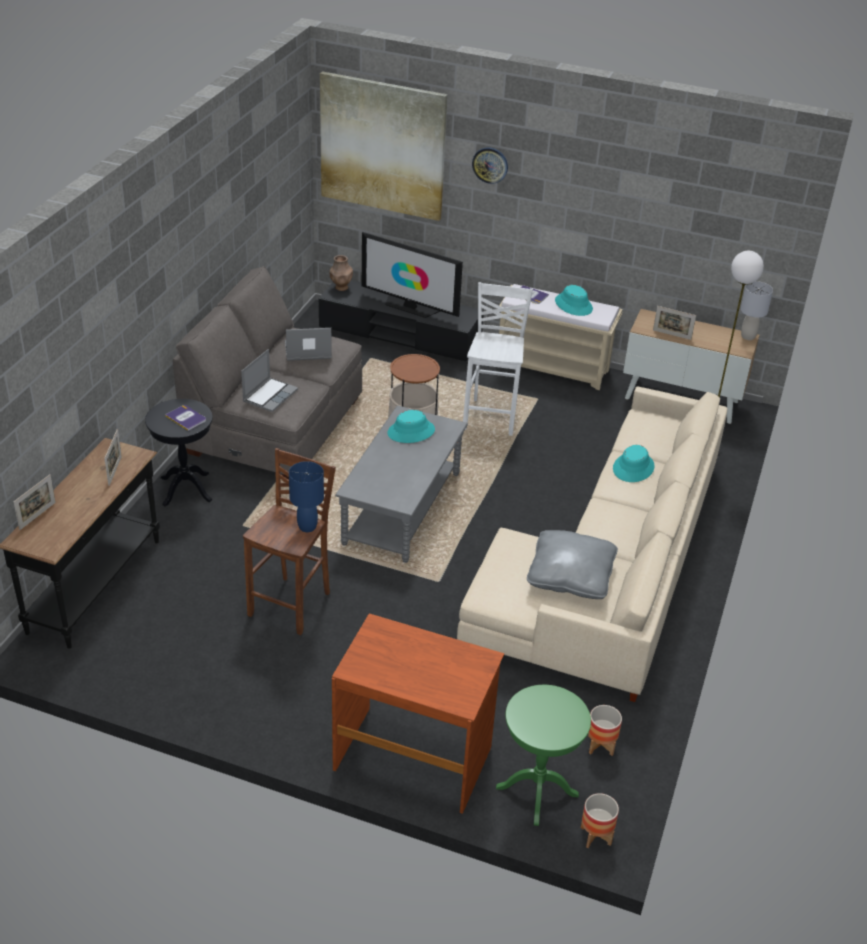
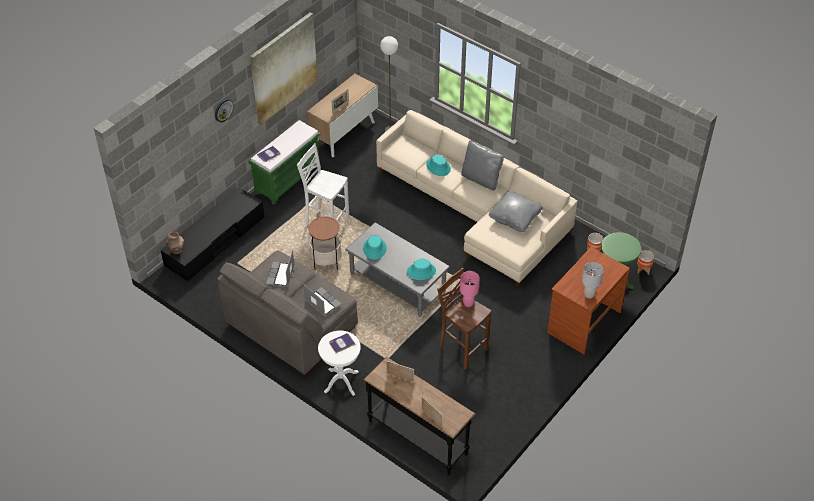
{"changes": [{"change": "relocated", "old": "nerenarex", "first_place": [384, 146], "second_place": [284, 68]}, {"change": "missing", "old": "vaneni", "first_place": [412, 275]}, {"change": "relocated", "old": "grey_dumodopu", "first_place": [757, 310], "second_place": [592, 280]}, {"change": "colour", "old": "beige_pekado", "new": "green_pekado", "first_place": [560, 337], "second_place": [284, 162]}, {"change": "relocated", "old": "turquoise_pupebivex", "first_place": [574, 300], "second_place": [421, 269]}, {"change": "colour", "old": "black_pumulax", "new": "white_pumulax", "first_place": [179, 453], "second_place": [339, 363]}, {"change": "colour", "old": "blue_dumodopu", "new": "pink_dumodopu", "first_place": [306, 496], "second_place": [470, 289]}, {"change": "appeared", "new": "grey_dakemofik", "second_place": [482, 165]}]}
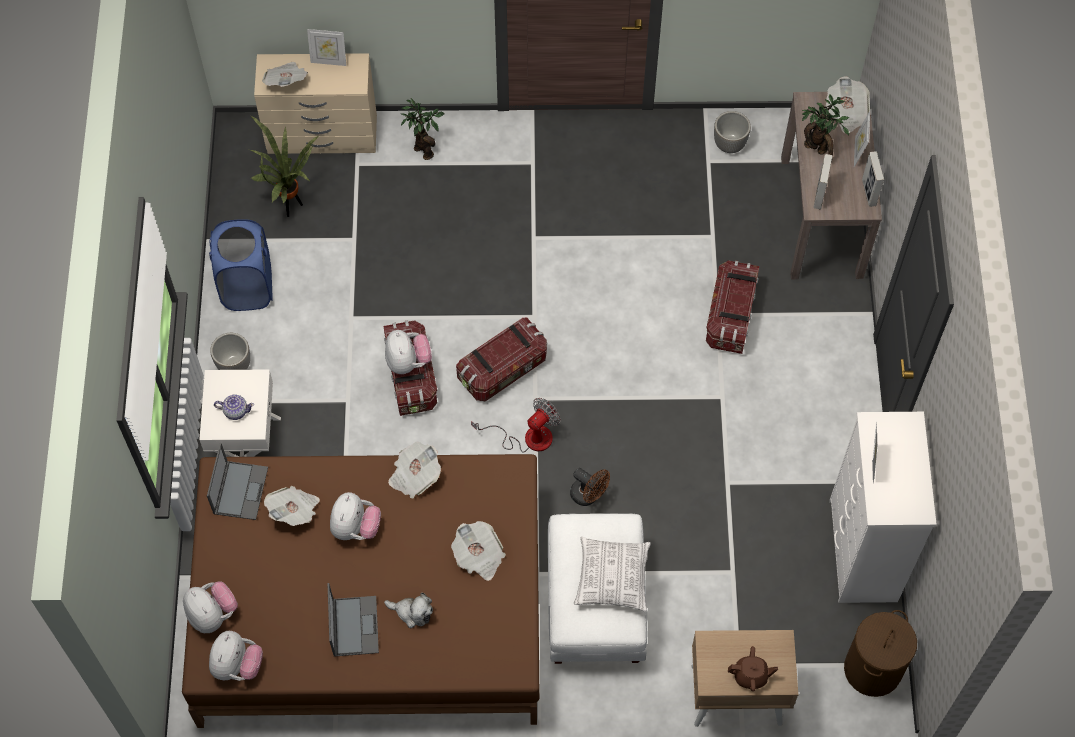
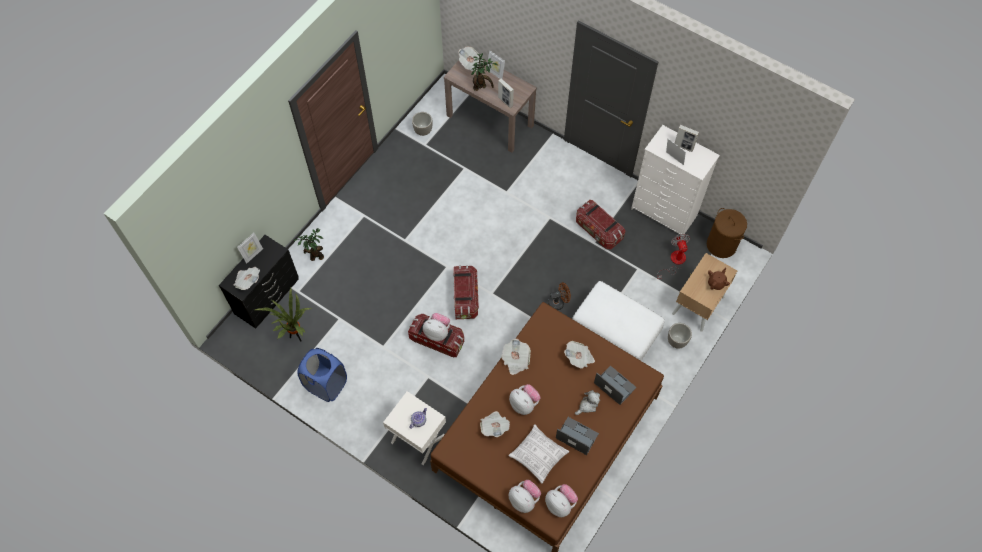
{"changes": [{"change": "colour", "old": "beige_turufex", "new": "black_turufex", "first_place": [315, 103], "second_place": [259, 282]}, {"change": "relocated", "old": "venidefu", "first_place": [873, 179], "second_place": [687, 138]}, {"change": "relocated", "old": "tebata", "first_place": [732, 307], "second_place": [600, 224]}, {"change": "relocated", "old": "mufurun", "first_place": [230, 351], "second_place": [680, 336]}, {"change": "relocated", "old": "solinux", "first_place": [516, 425], "second_place": [673, 256]}, {"change": "relocated", "old": "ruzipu", "first_place": [237, 481], "second_place": [615, 385]}, {"change": "relocated", "old": "dakemofik", "first_place": [612, 574], "second_place": [538, 454]}, {"change": "spun", "old": "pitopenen", "first_place": [210, 607], "second_place": [525, 496], "degrees": 45}]}
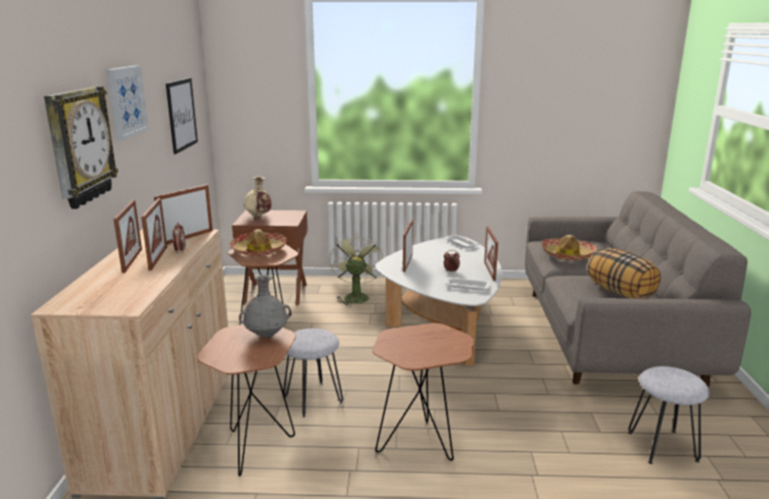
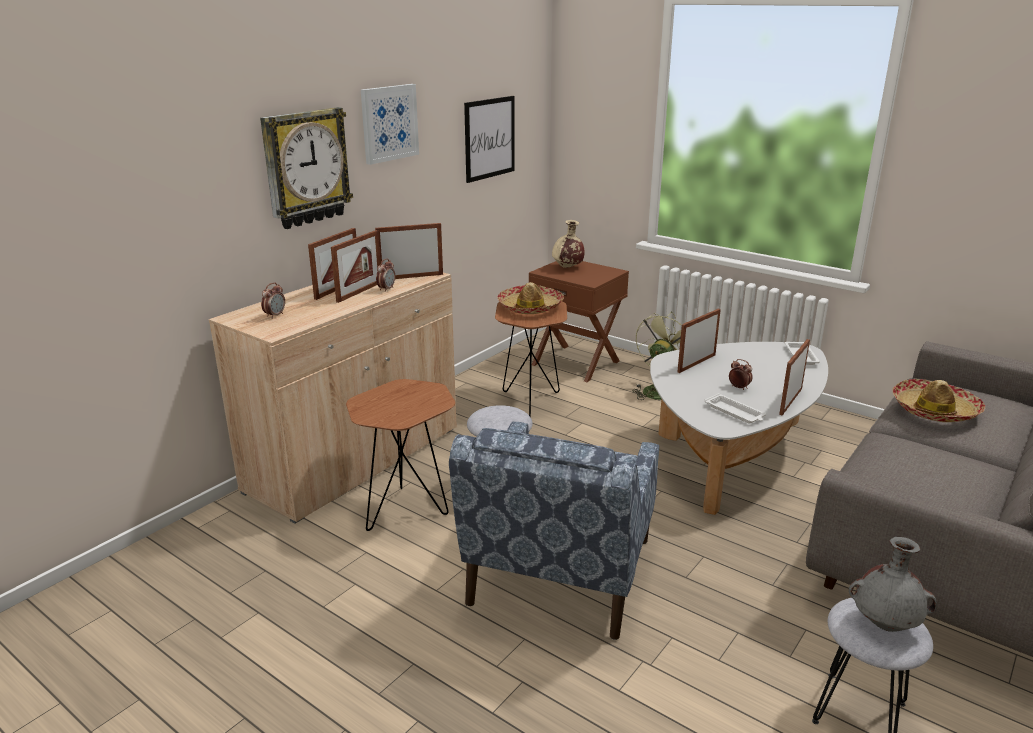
{"changes": [{"change": "missing", "old": "dakemofik", "first_place": [624, 273]}, {"change": "relocated", "old": "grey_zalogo", "first_place": [265, 306], "second_place": [893, 584]}, {"change": "exchanged", "old": "brown_pumulax", "new": "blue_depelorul", "first_place": [423, 392], "second_place": [554, 530]}, {"change": "appeared", "new": "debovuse", "second_place": [273, 301]}]}
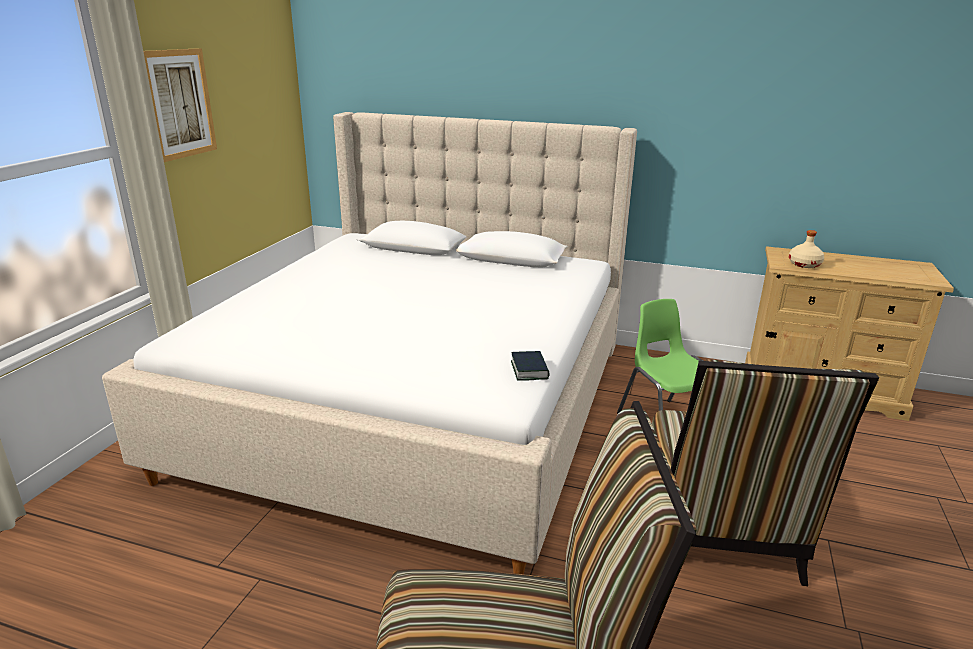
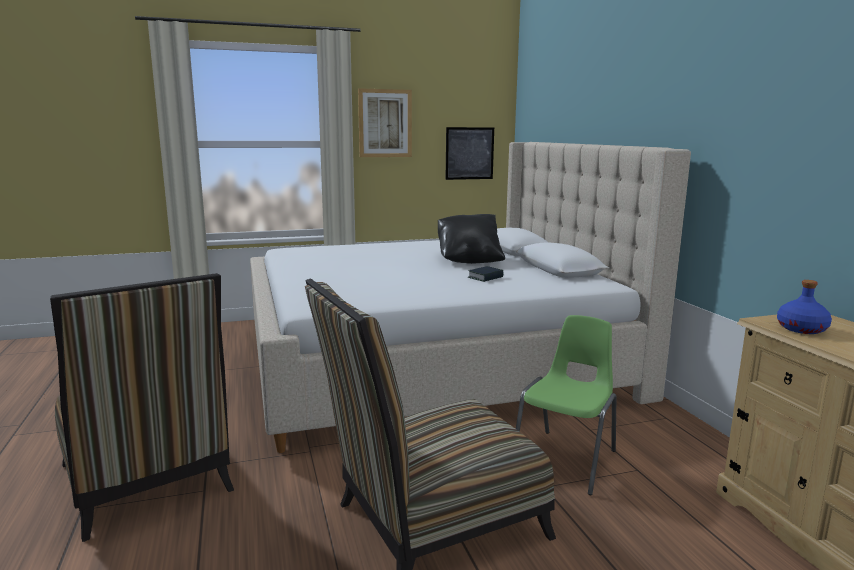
{"changes": [{"change": "colour", "old": "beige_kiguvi", "new": "blue_kiguvi", "first_place": [806, 249], "second_place": [804, 307]}, {"change": "relocated", "old": "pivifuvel", "first_place": [530, 366], "second_place": [486, 274]}, {"change": "appeared", "new": "nerenarex", "second_place": [469, 153]}, {"change": "appeared", "new": "black_dakemofik", "second_place": [471, 239]}]}
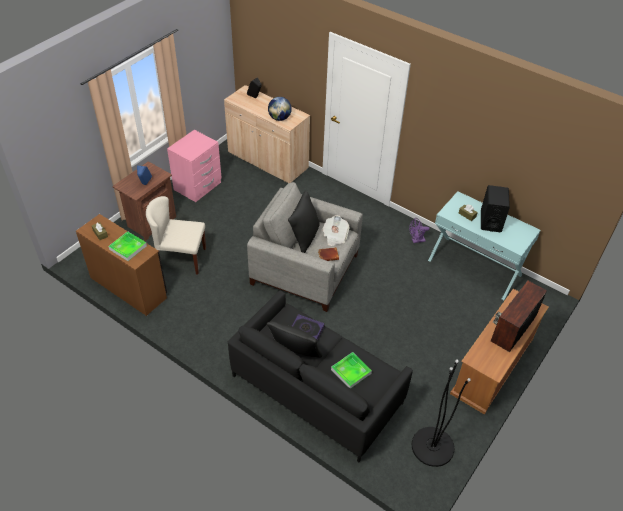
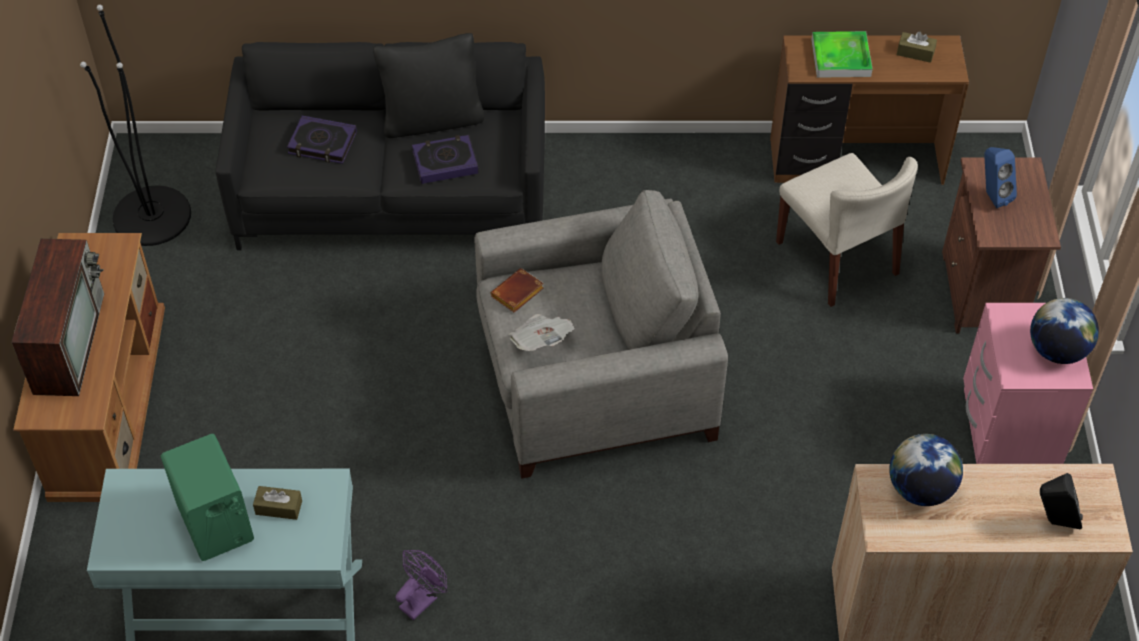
{"changes": [{"change": "colour", "old": "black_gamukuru", "new": "green_gamukuru", "first_place": [495, 208], "second_place": [207, 497]}, {"change": "missing", "old": "black_dakemofik", "first_place": [303, 222]}, {"change": "spun", "old": "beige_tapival", "first_place": [176, 235], "second_place": [847, 230], "degrees": 90}, {"change": "exchanged", "old": "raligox", "new": "pivifuvel", "first_place": [351, 370], "second_place": [322, 140]}, {"change": "appeared", "new": "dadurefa", "second_place": [1064, 331]}]}
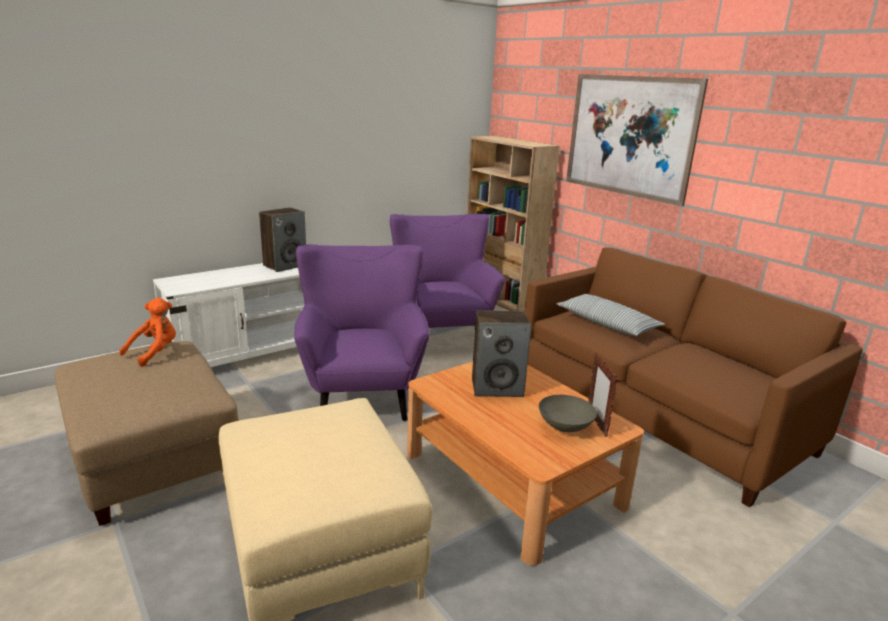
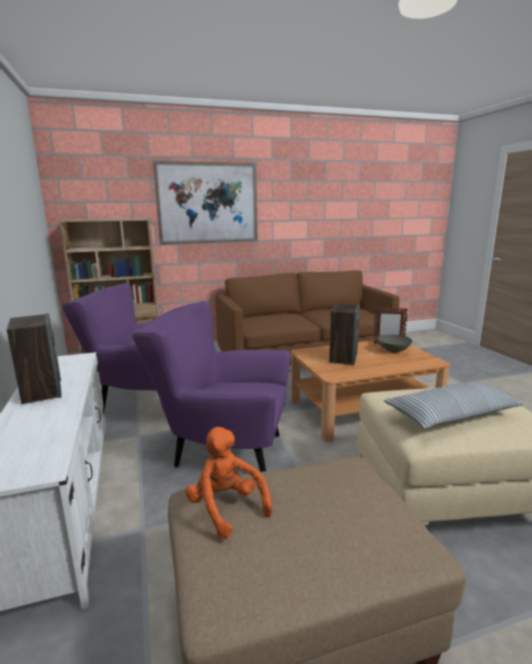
{"changes": [{"change": "relocated", "old": "dakemofik", "first_place": [611, 315], "second_place": [454, 405]}]}
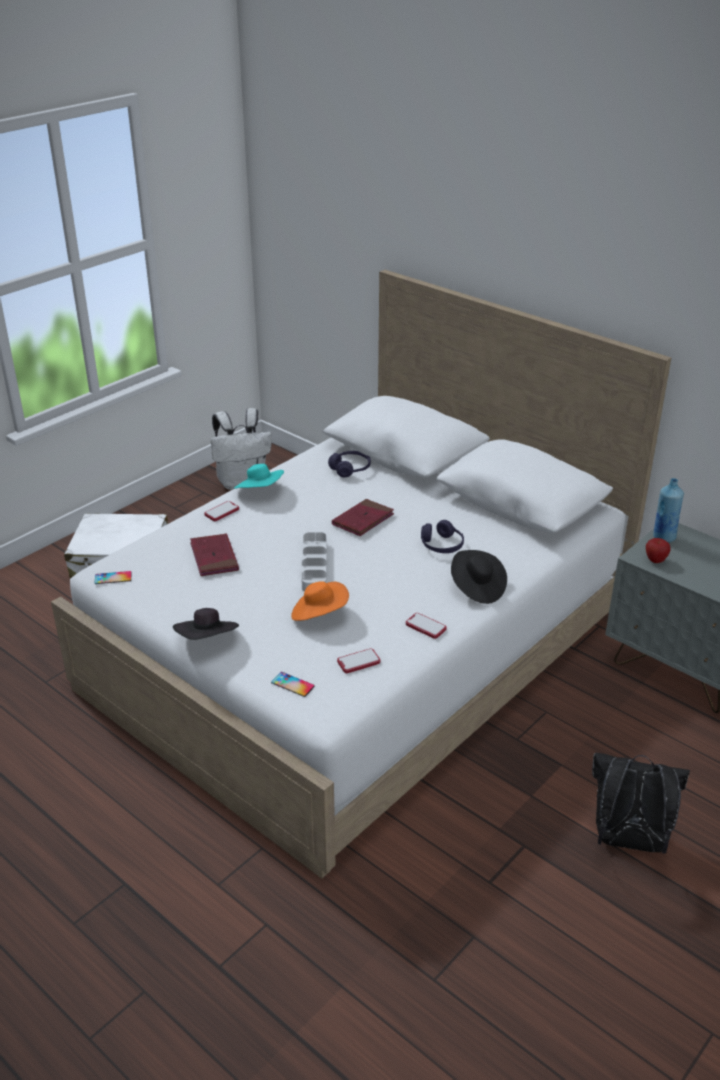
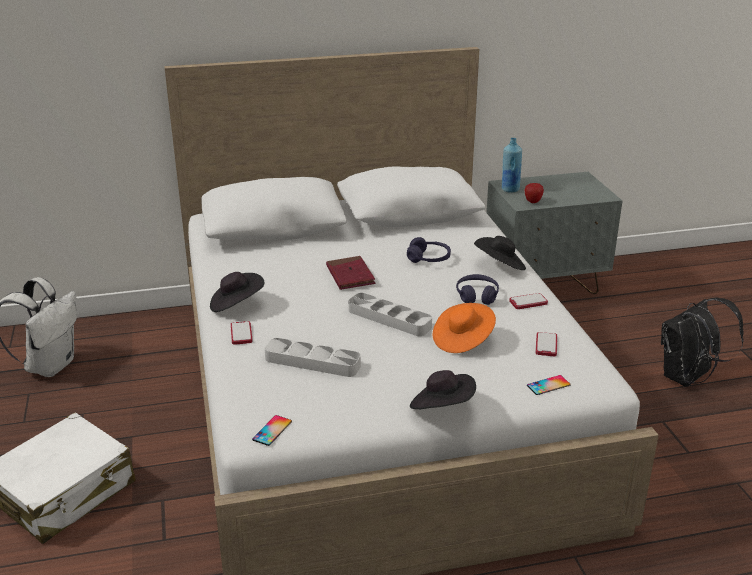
{"changes": [{"change": "relocated", "old": "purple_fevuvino", "first_place": [349, 464], "second_place": [477, 289]}, {"change": "colour", "old": "turquoise_pupebivex", "new": "black_pupebivex", "first_place": [259, 476], "second_place": [237, 292]}, {"change": "exchanged", "old": "red_pivifuvel", "new": "grey_raligox", "first_place": [214, 555], "second_place": [313, 357]}]}
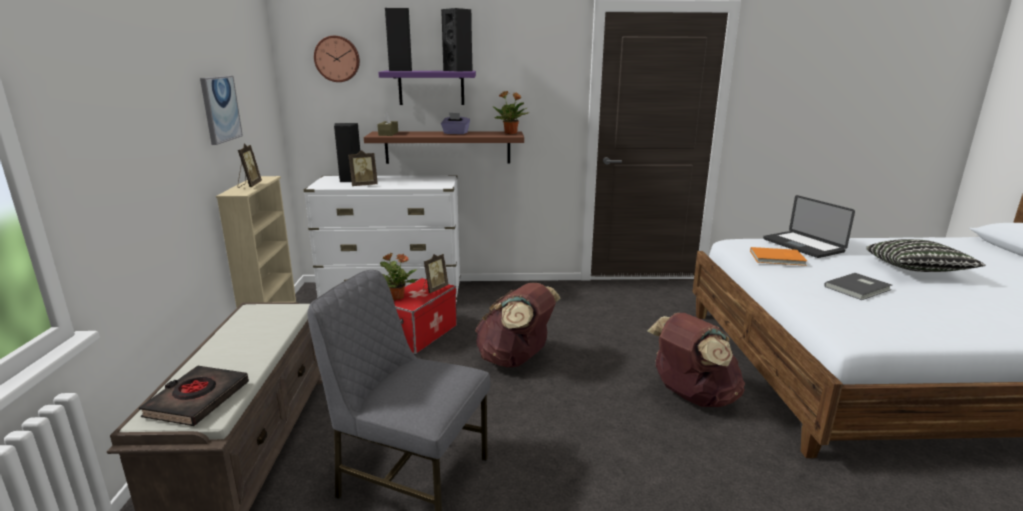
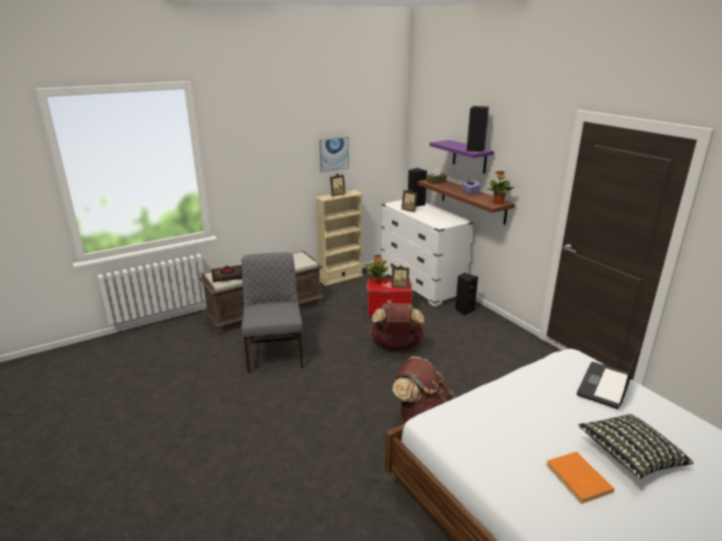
{"changes": [{"change": "relocated", "old": "black_gamukuru", "first_place": [398, 39], "second_place": [466, 294]}, {"change": "missing", "old": "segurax", "first_place": [337, 59]}, {"change": "relocated", "old": "orange_pivifuvel", "first_place": [778, 256], "second_place": [580, 478]}, {"change": "missing", "old": "grey_pivifuvel", "first_place": [858, 286]}]}
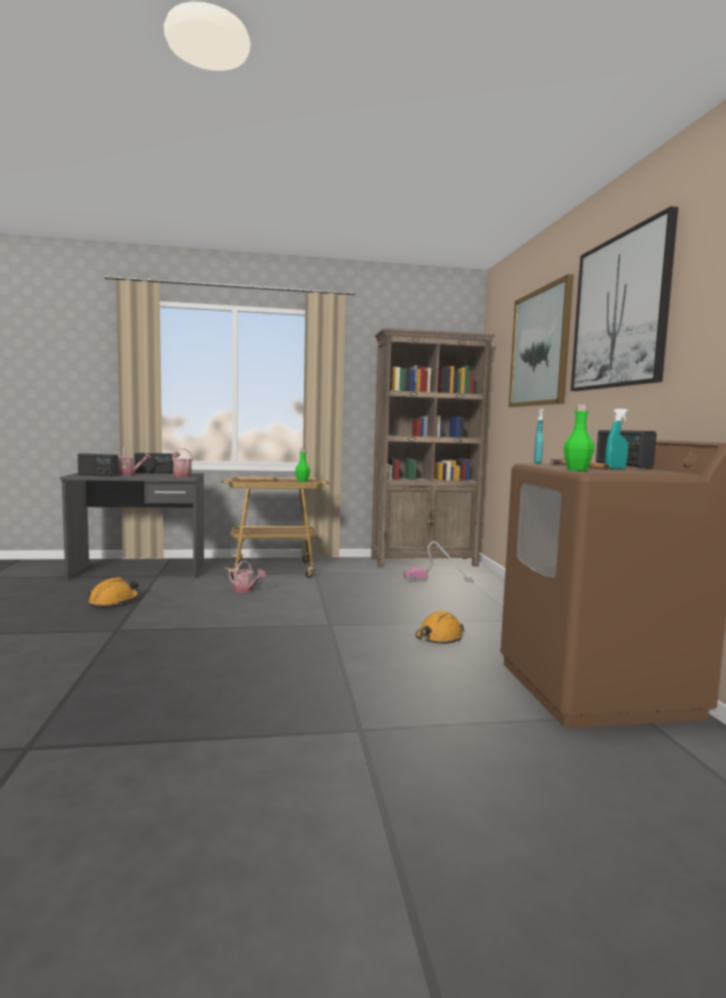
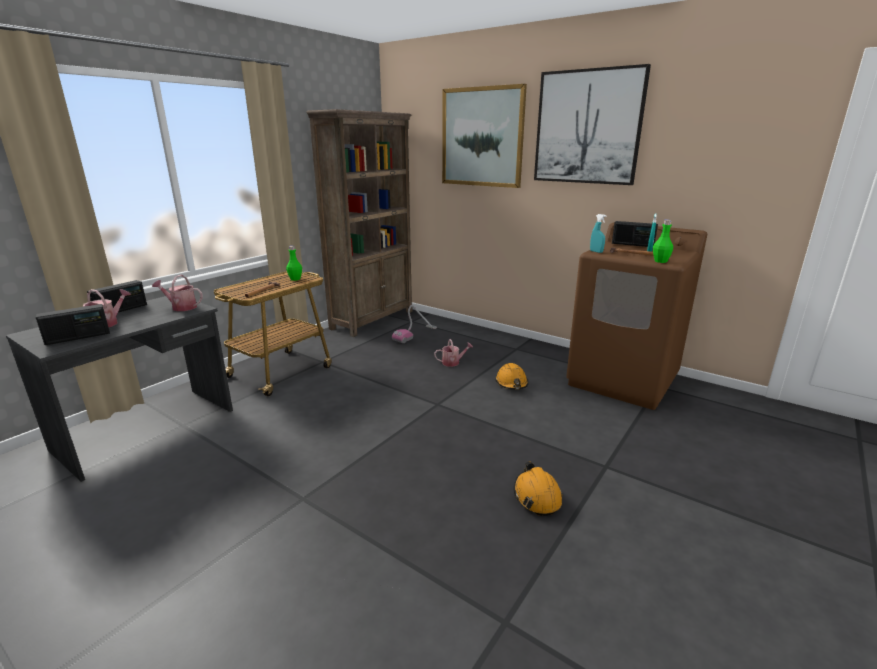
{"changes": [{"change": "relocated", "old": "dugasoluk", "first_place": [247, 576], "second_place": [453, 353]}, {"change": "relocated", "old": "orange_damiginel", "first_place": [113, 592], "second_place": [538, 488]}]}
